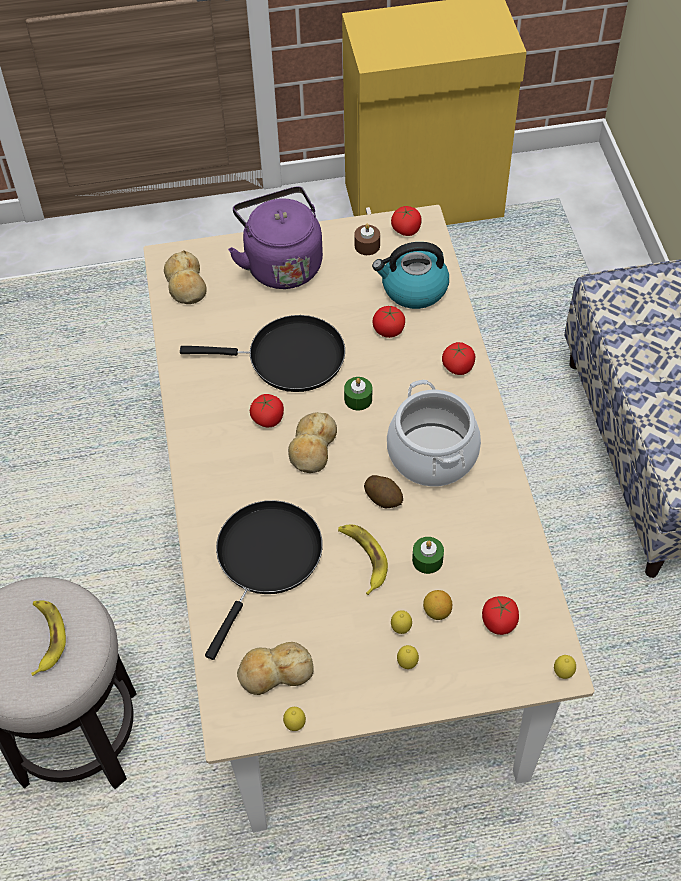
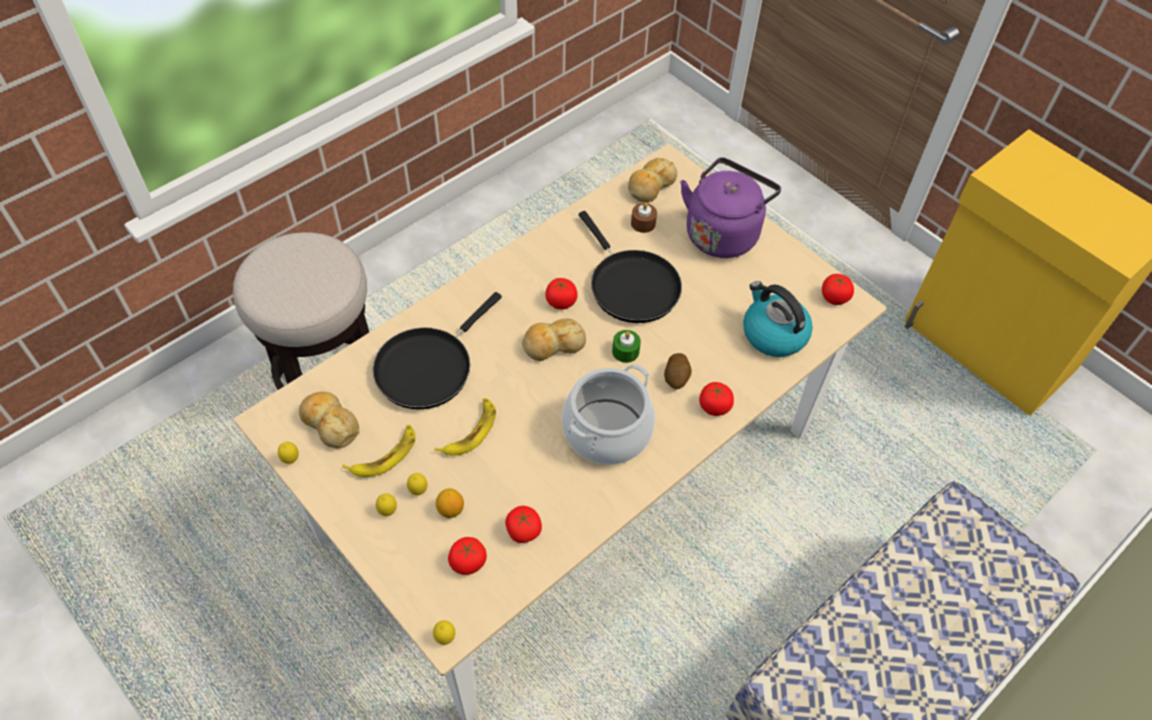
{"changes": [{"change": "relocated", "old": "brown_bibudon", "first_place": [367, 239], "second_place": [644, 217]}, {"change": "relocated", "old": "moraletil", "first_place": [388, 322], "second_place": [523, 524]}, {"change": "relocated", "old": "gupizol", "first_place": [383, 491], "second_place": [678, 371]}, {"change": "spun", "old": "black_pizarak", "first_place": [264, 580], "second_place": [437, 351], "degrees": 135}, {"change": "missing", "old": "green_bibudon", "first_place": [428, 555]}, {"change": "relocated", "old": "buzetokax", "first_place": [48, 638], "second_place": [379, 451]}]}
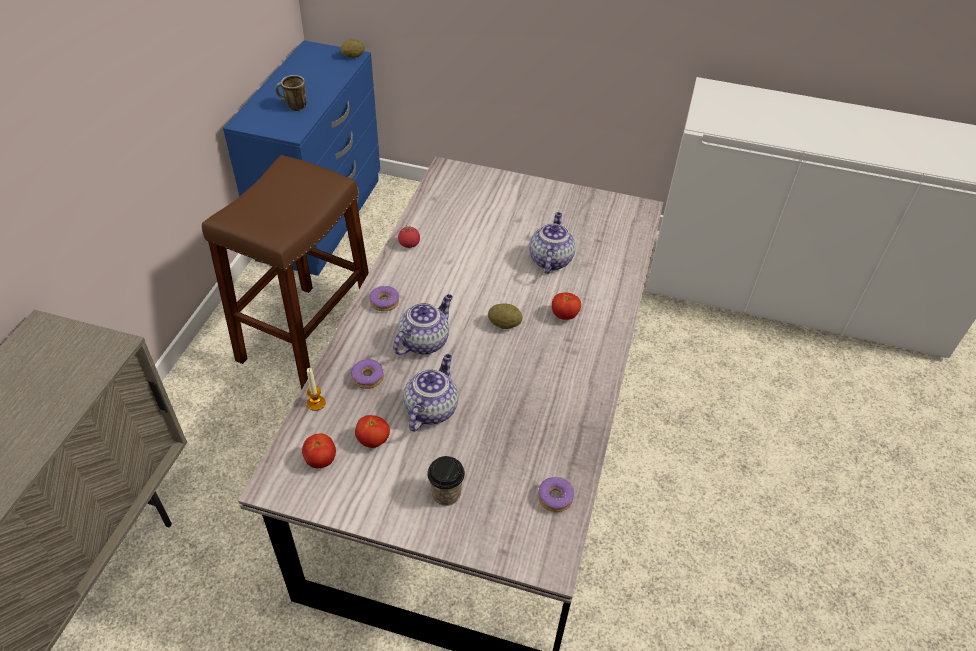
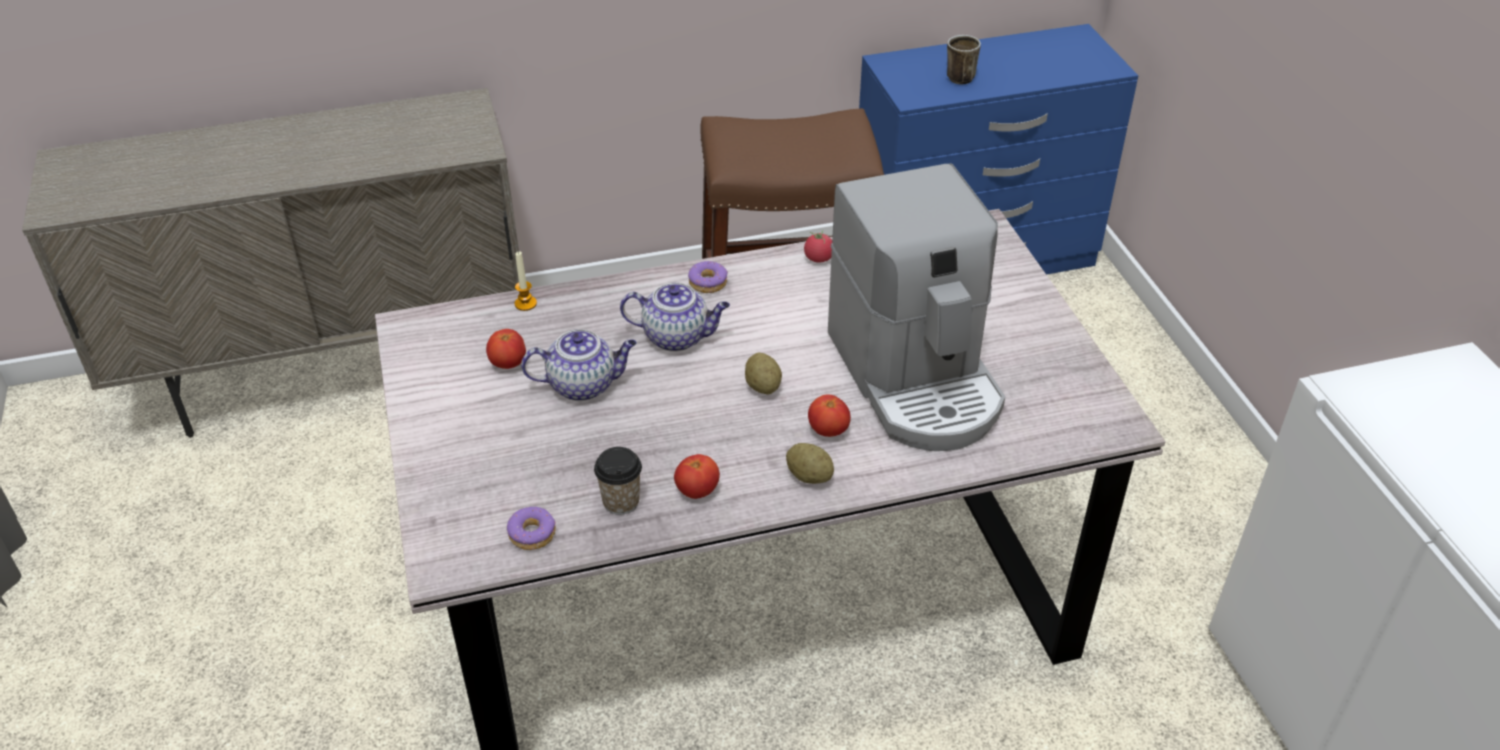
{"changes": [{"change": "relocated", "old": "gupizol", "first_place": [352, 48], "second_place": [810, 463]}, {"change": "exchanged", "old": "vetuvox", "new": "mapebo", "first_place": [552, 243], "second_place": [916, 307]}, {"change": "missing", "old": "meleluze", "first_place": [367, 374]}, {"change": "relocated", "old": "moraletil", "first_place": [319, 451], "second_place": [697, 476]}, {"change": "relocated", "old": "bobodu", "first_place": [446, 481], "second_place": [618, 481]}]}
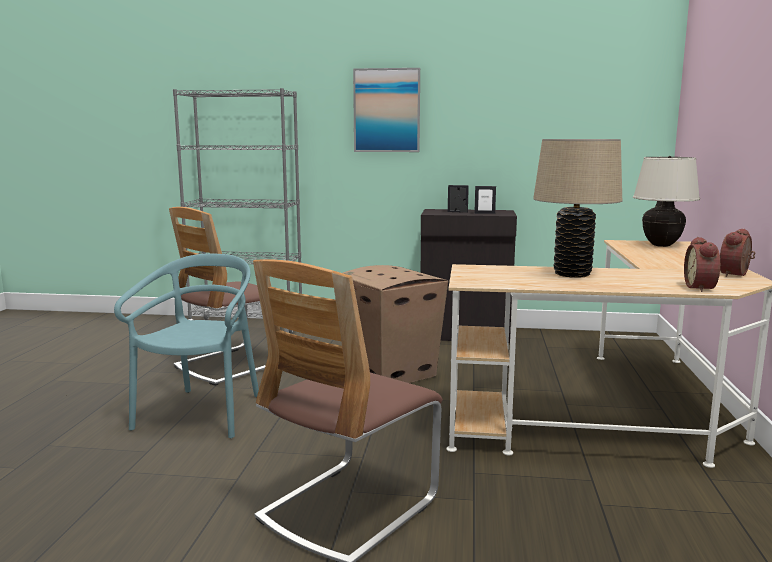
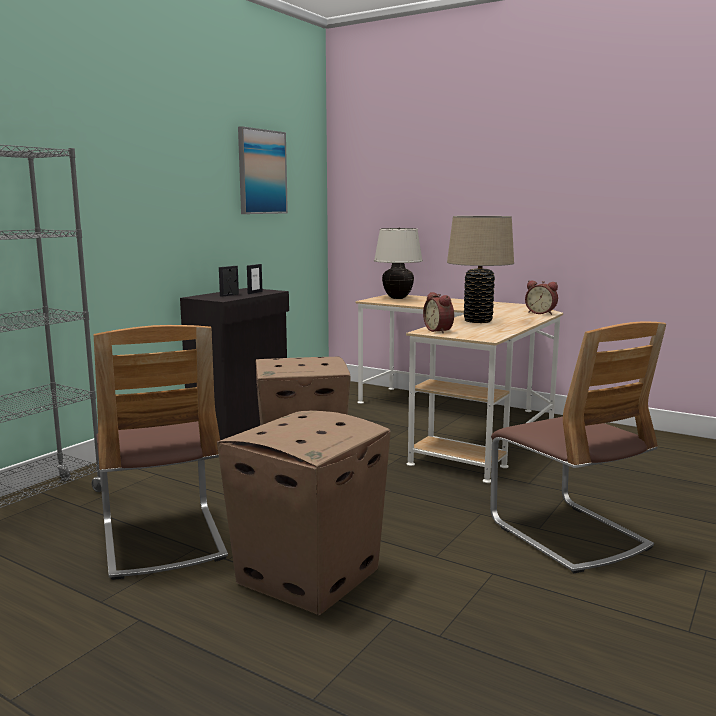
{"changes": [{"change": "relocated", "old": "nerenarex", "first_place": [386, 110], "second_place": [263, 170]}, {"change": "relocated", "old": "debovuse", "first_place": [737, 253], "second_place": [438, 312]}, {"change": "exchanged", "old": "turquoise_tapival", "new": "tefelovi", "first_place": [186, 346], "second_place": [304, 513]}]}
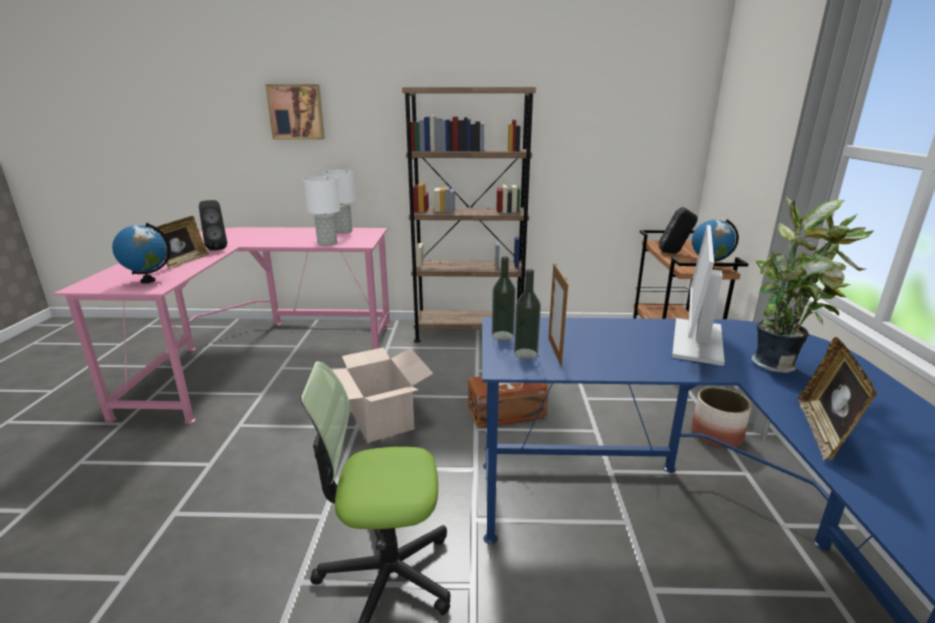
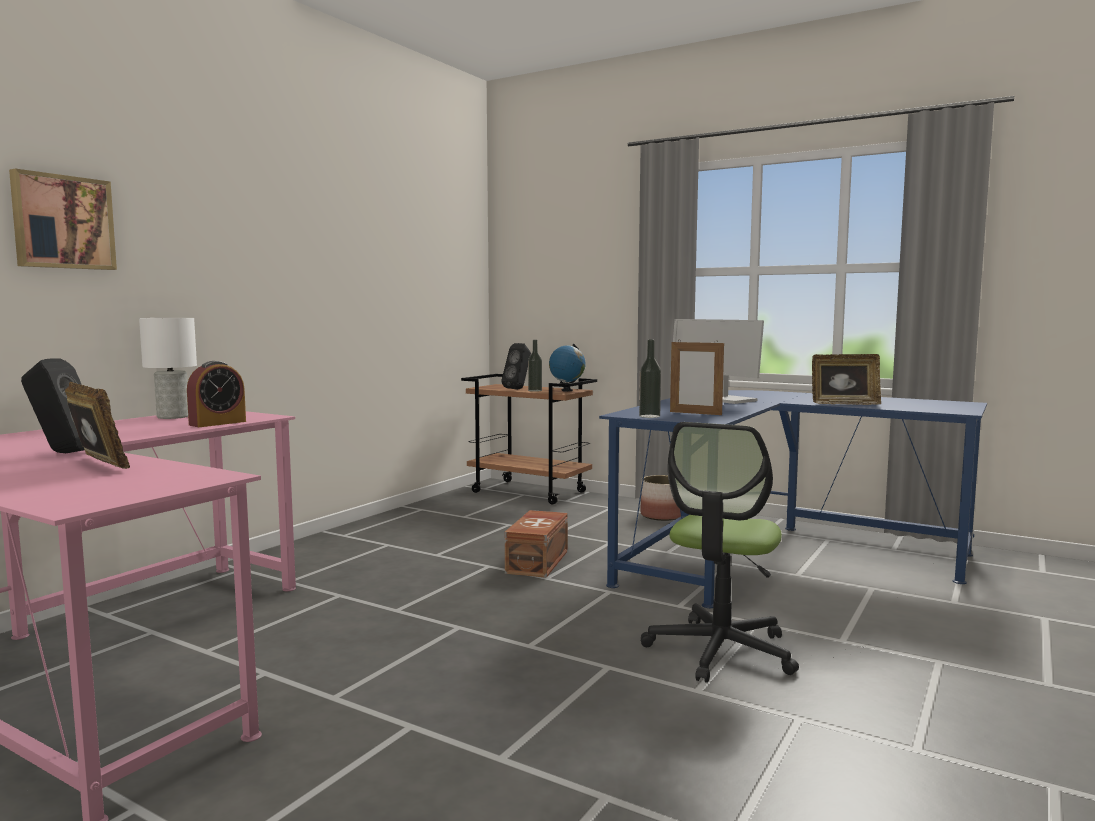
{"changes": [{"change": "missing", "old": "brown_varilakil", "first_place": [469, 215]}, {"change": "exchanged", "old": "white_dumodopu", "new": "debovuse", "first_place": [322, 211], "second_place": [216, 394]}, {"change": "missing", "old": "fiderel", "first_place": [812, 283]}, {"change": "missing", "old": "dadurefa", "first_place": [141, 253]}, {"change": "relocated", "old": "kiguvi", "first_place": [527, 314], "second_place": [535, 366]}, {"change": "spun", "old": "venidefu", "first_place": [837, 399], "second_place": [846, 379], "degrees": -45}, {"change": "missing", "old": "tefelovi", "first_place": [382, 395]}]}
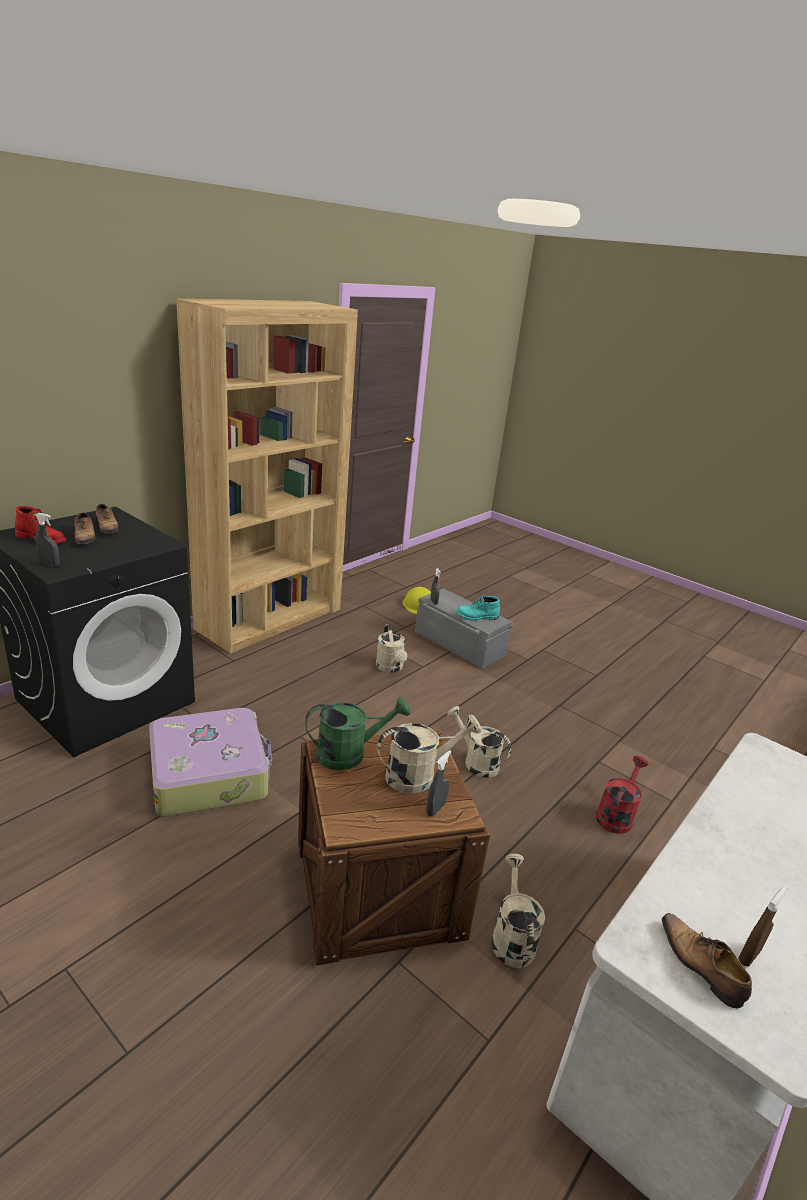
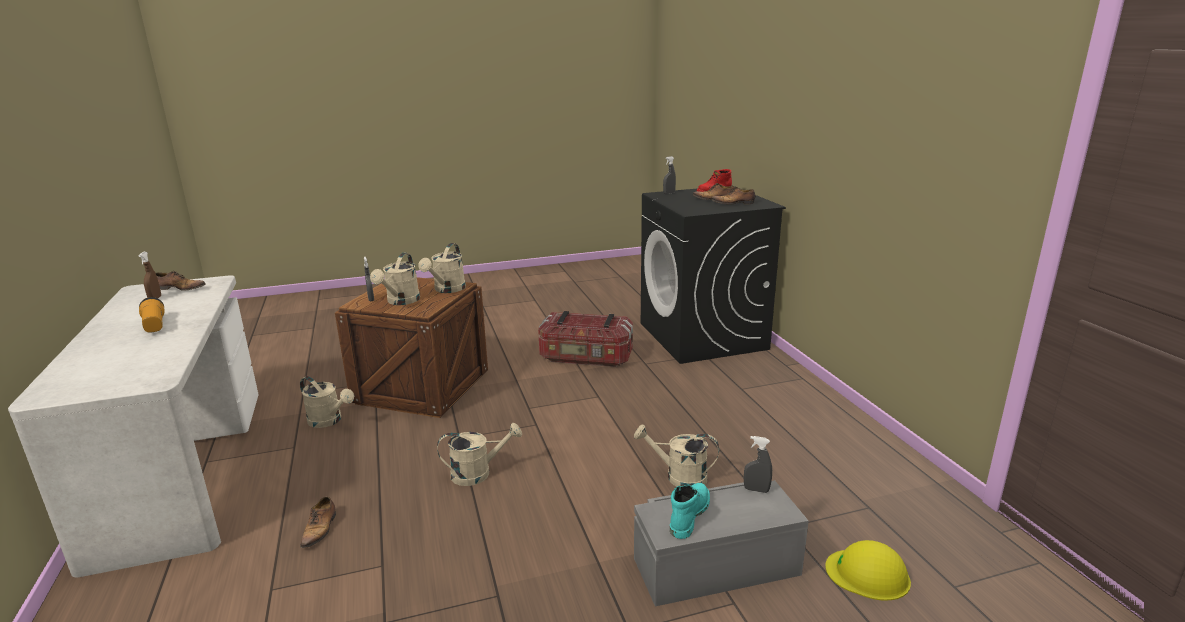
{"changes": [{"change": "missing", "old": "brown_varilakil", "first_place": [267, 476]}, {"change": "colour", "old": "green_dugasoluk", "new": "beige_dugasoluk", "first_place": [357, 733], "second_place": [442, 268]}, {"change": "exchanged", "old": "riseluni", "new": "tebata", "first_place": [210, 762], "second_place": [585, 339]}, {"change": "exchanged", "old": "red_dugasoluk", "new": "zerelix", "first_place": [622, 795], "second_place": [318, 522]}, {"change": "appeared", "new": "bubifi", "second_place": [152, 315]}]}
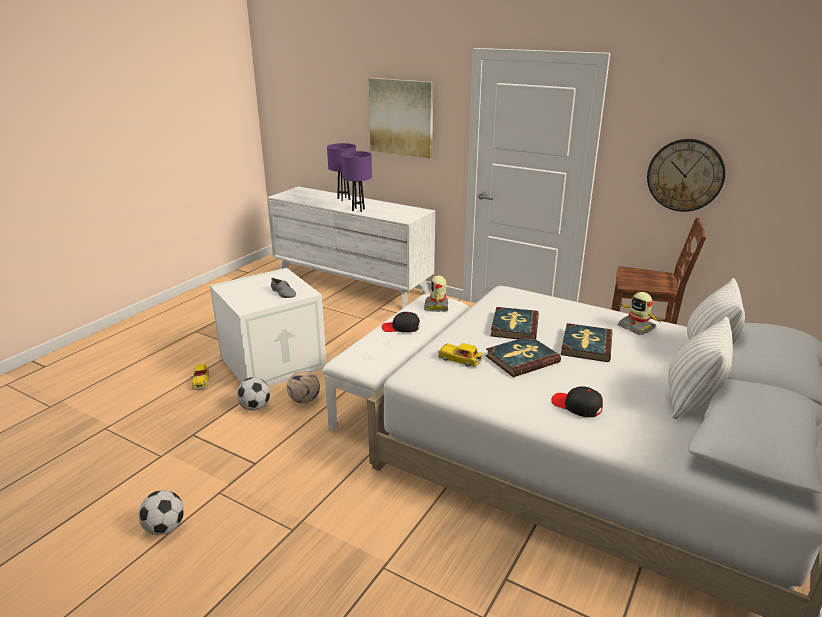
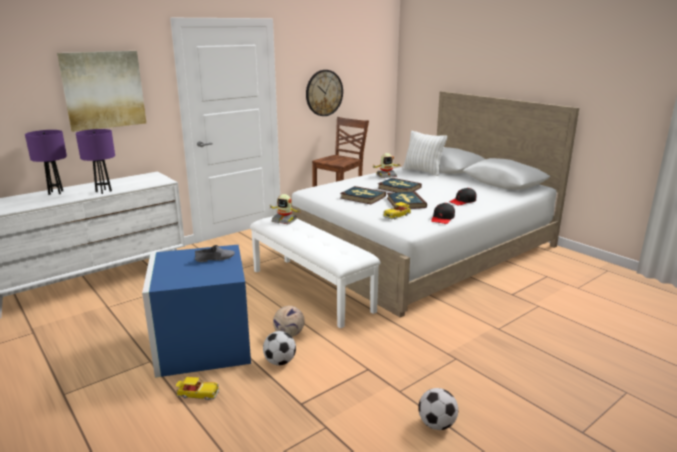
{"changes": [{"change": "colour", "old": "white_tebata", "new": "blue_tebata", "first_place": [268, 327], "second_place": [196, 311]}, {"change": "relocated", "old": "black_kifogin", "first_place": [401, 322], "second_place": [443, 213]}, {"change": "missing", "old": "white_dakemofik", "first_place": [700, 367]}]}
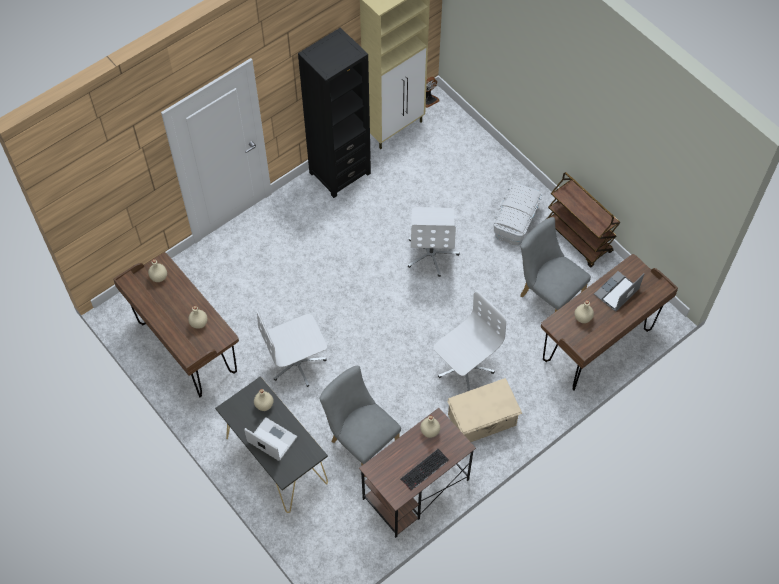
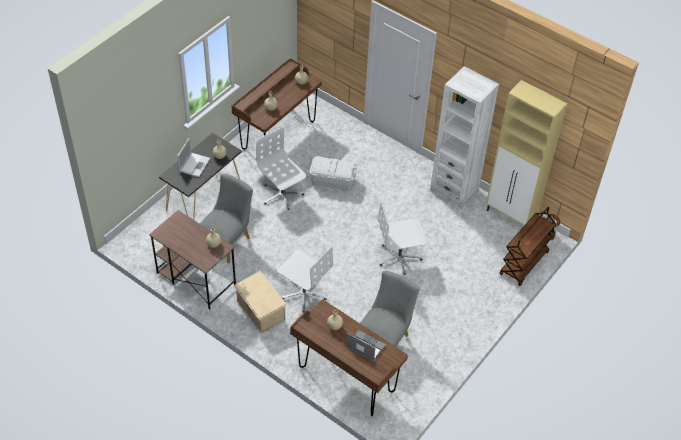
{"changes": [{"change": "colour", "old": "black_varilakil", "new": "white_varilakil", "first_place": [334, 113], "second_place": [464, 137]}, {"change": "relocated", "old": "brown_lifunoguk", "first_place": [583, 219], "second_place": [528, 246]}, {"change": "relocated", "old": "white_tebata", "first_place": [517, 214], "second_place": [333, 173]}, {"change": "missing", "old": "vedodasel", "first_place": [425, 469]}]}
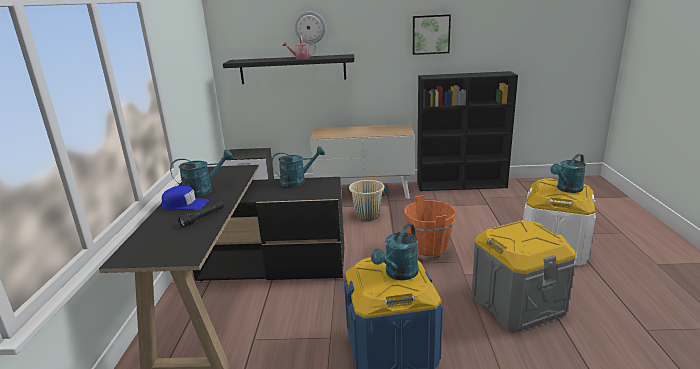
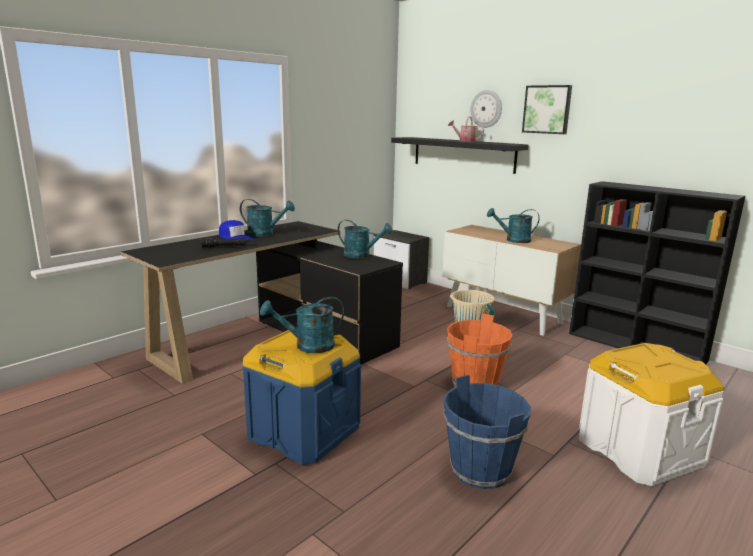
{"changes": [{"change": "relocated", "old": "nerenarex", "first_place": [432, 34], "second_place": [547, 109]}, {"change": "relocated", "old": "turquoise_dugasoluk", "first_place": [568, 173], "second_place": [513, 225]}, {"change": "exchanged", "old": "grey_tebata", "new": "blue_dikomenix", "first_place": [523, 276], "second_place": [487, 432]}]}
